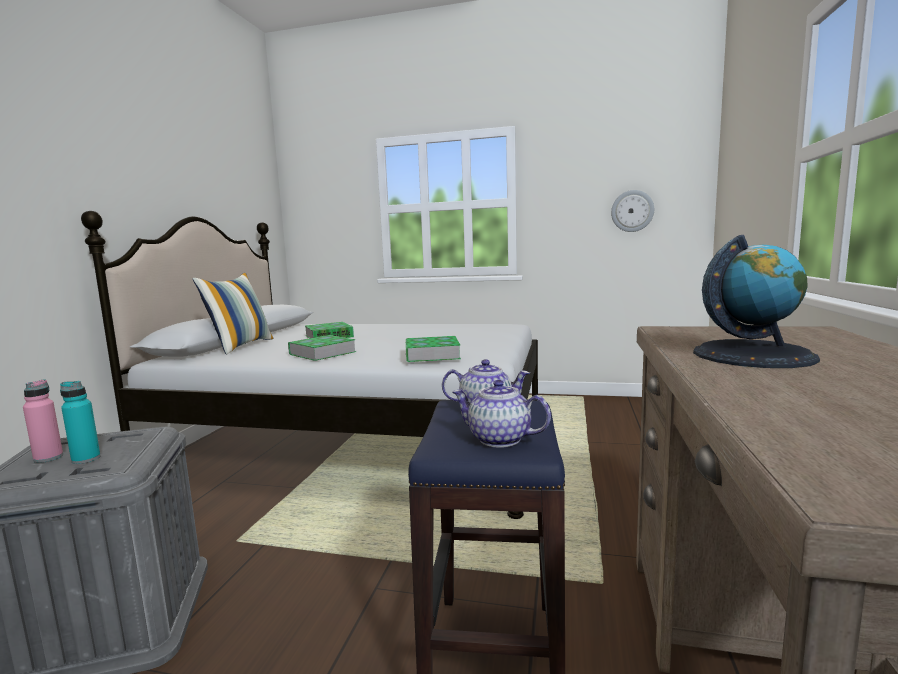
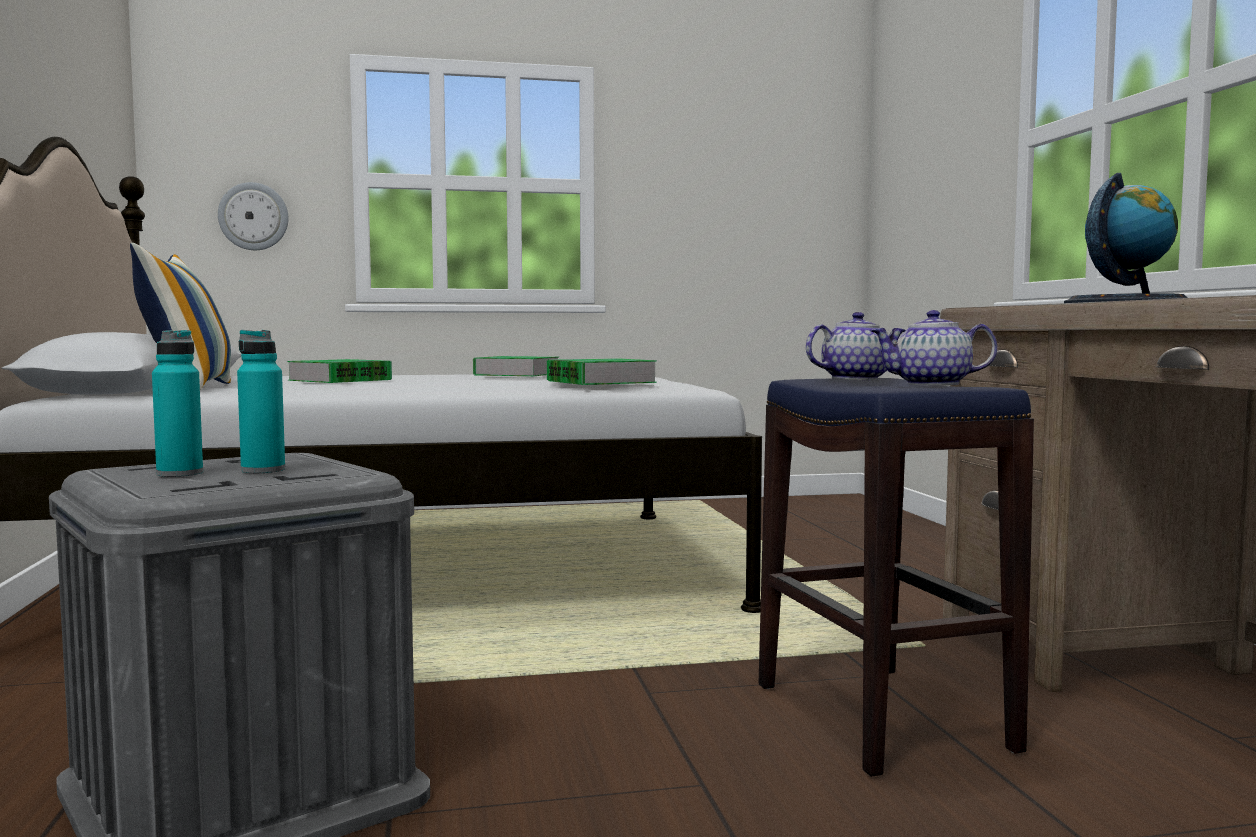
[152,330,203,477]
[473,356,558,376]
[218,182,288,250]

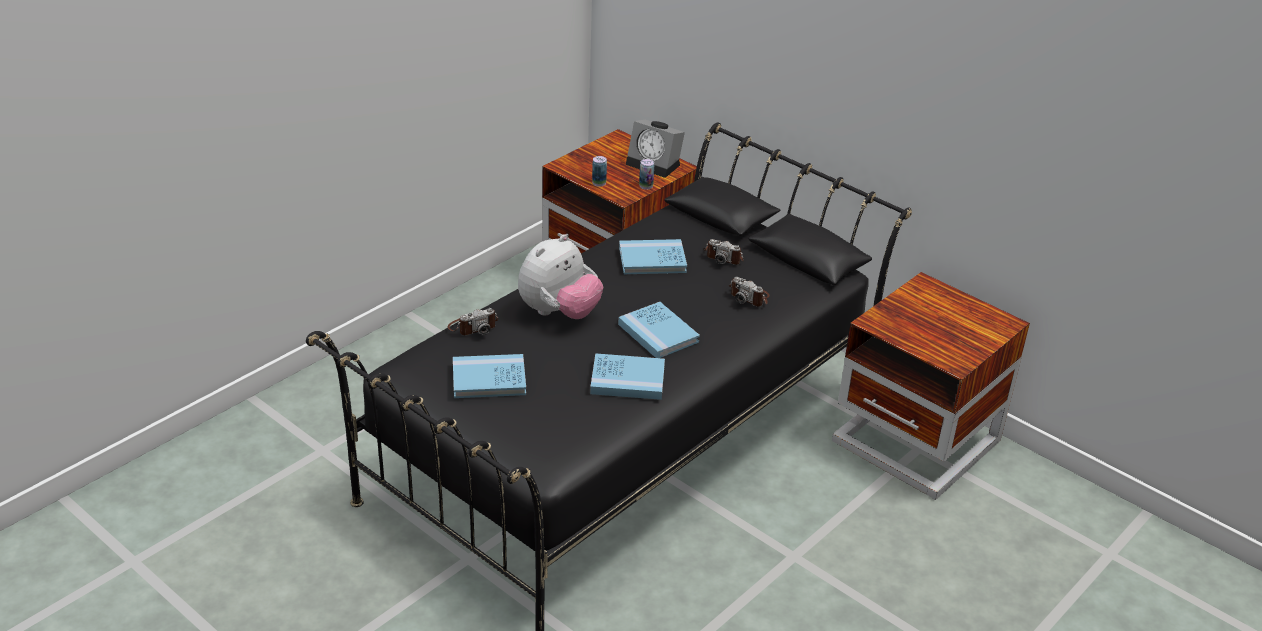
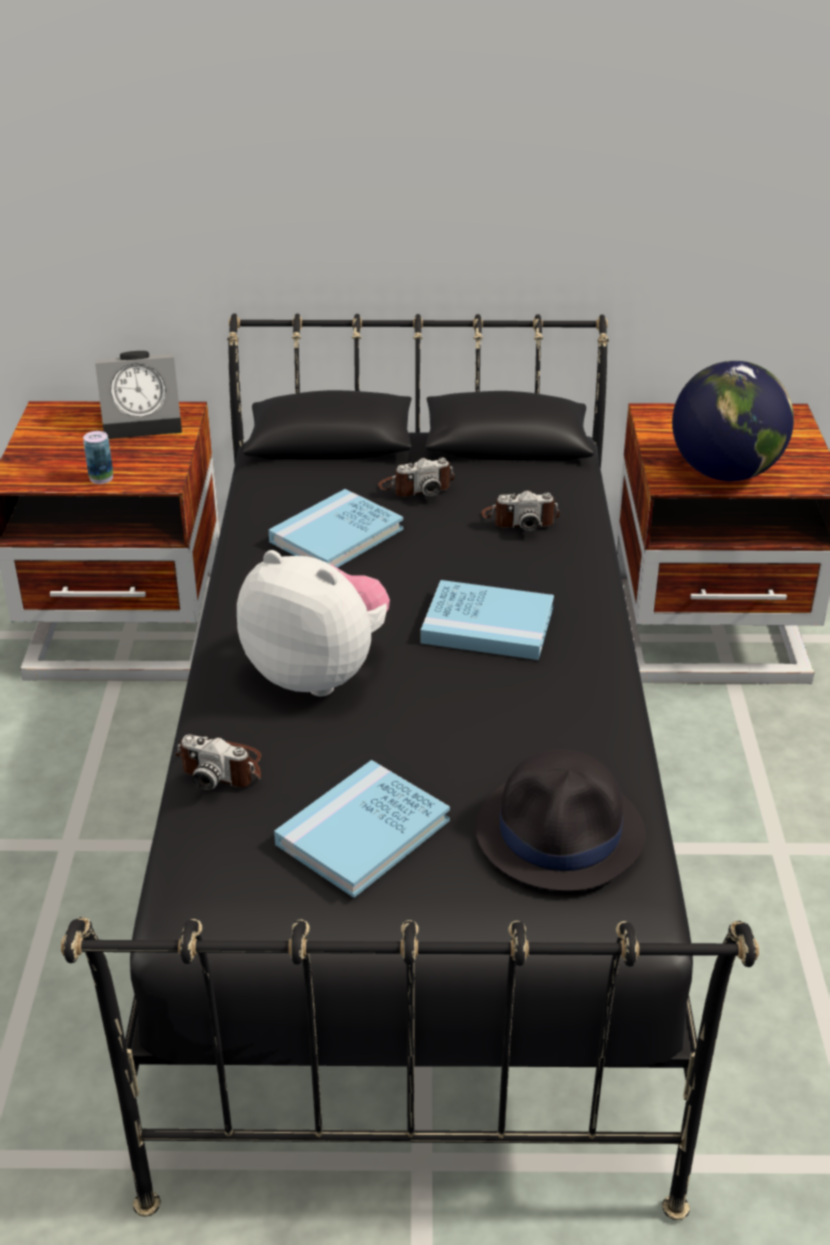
[175,734,261,791]
[237,550,390,696]
[590,353,665,400] (first image)
[639,159,654,190] (first image)
[475,749,646,891]
[672,361,794,481]

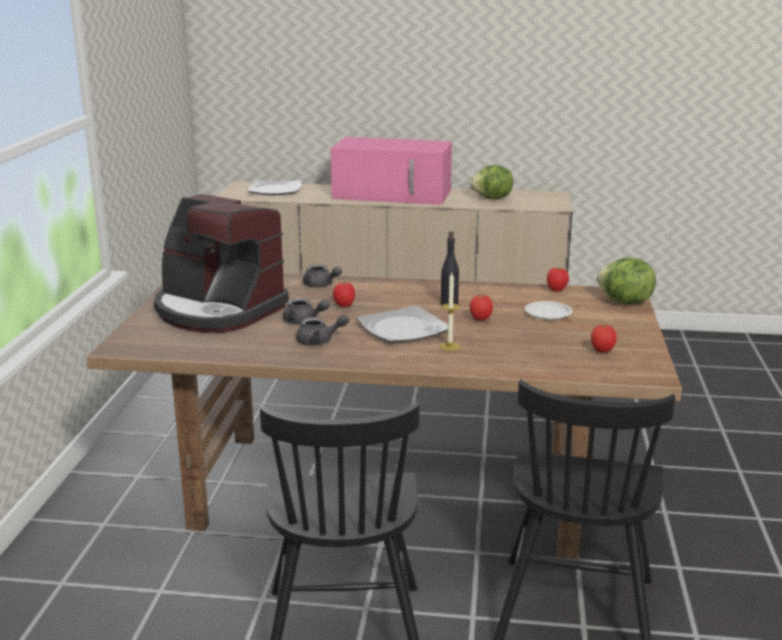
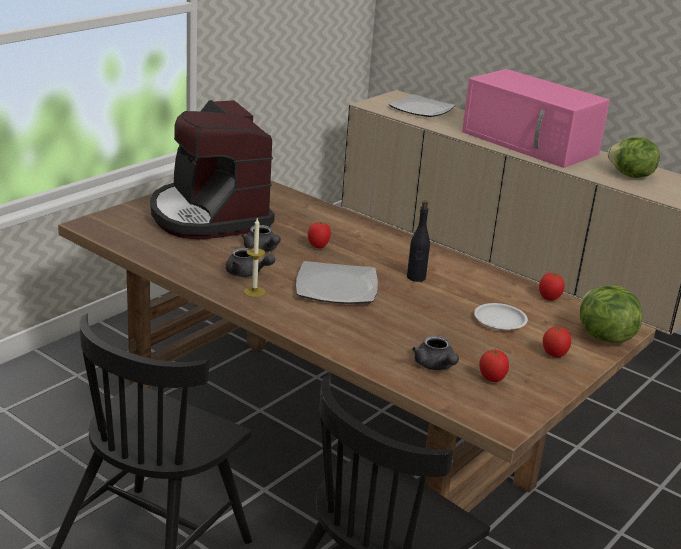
[412,335,459,370]
[244,218,265,297]
[543,327,571,358]

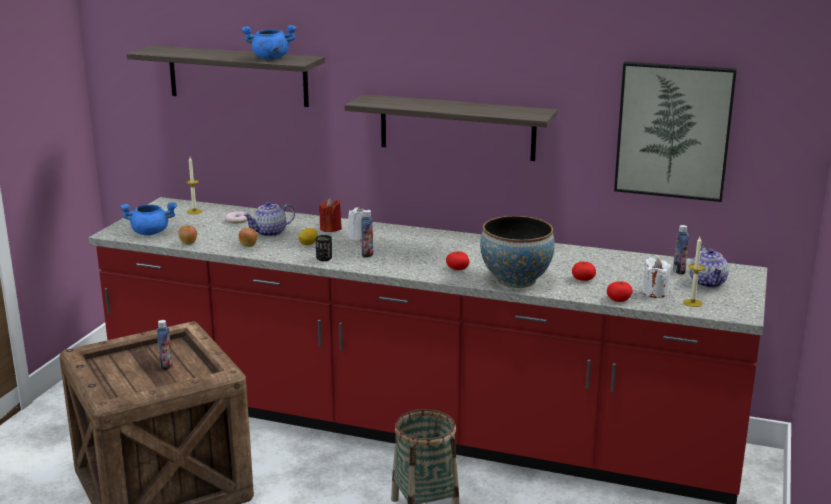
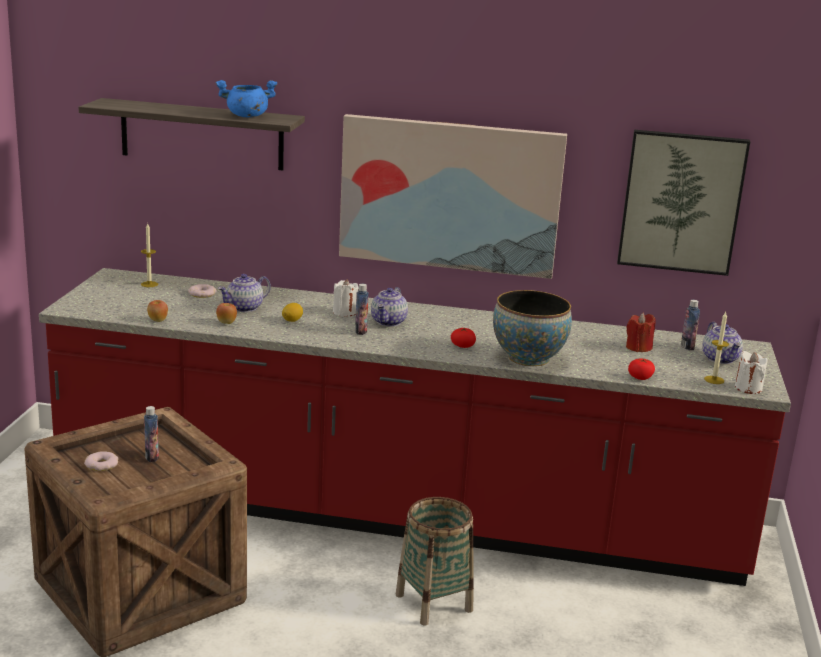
[120,202,177,235] (first image)
[316,235,332,261] (first image)
[626,313,655,352]
[339,114,567,279]
[572,262,596,281] (first image)
[735,351,767,394]
[84,451,118,471]
[371,287,408,326]

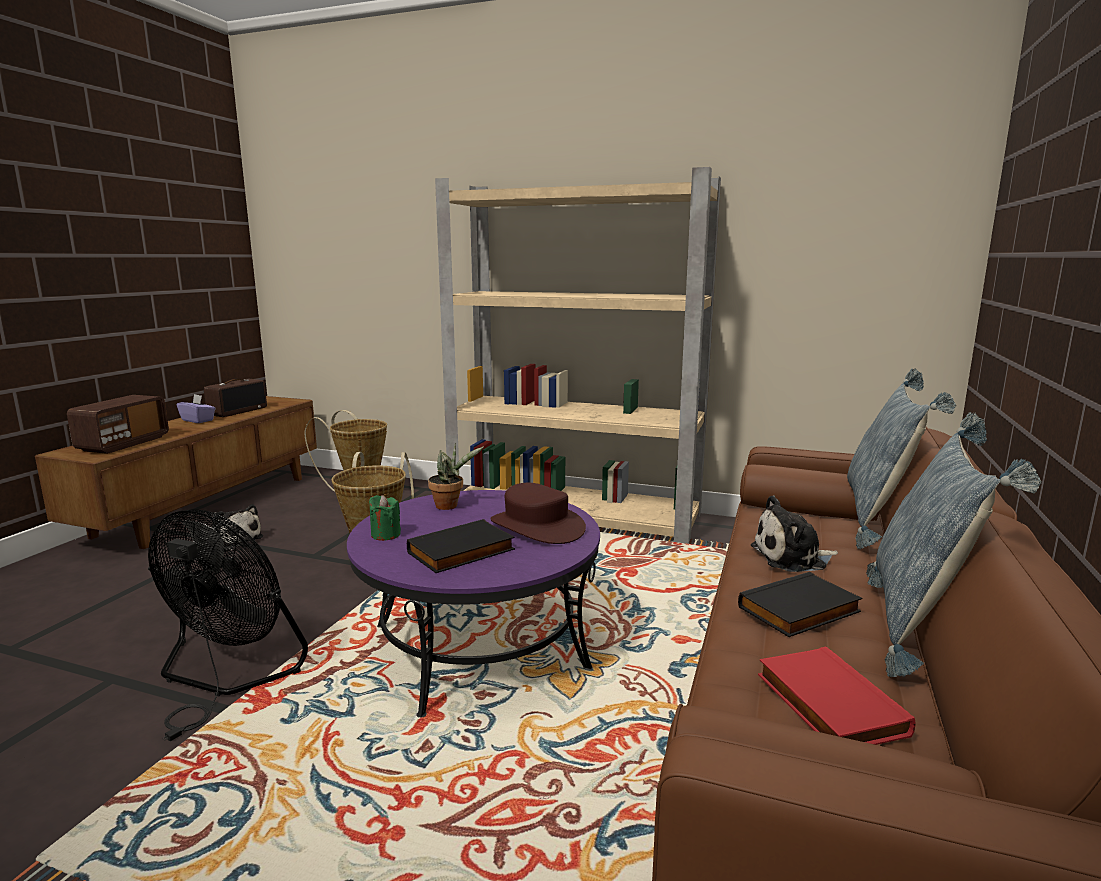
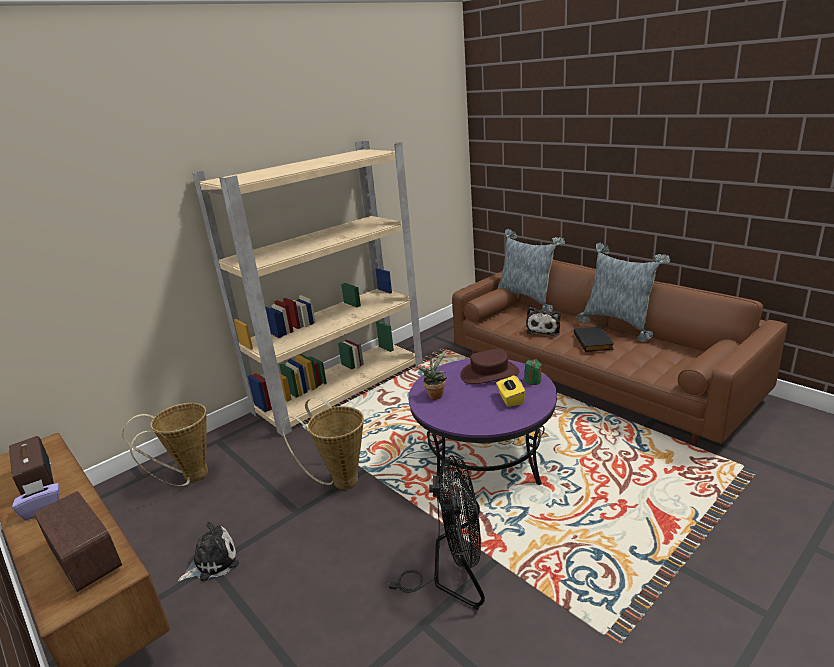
[387,455,485,611]
[525,359,542,385]
[496,375,525,407]
[758,646,916,745] (first image)

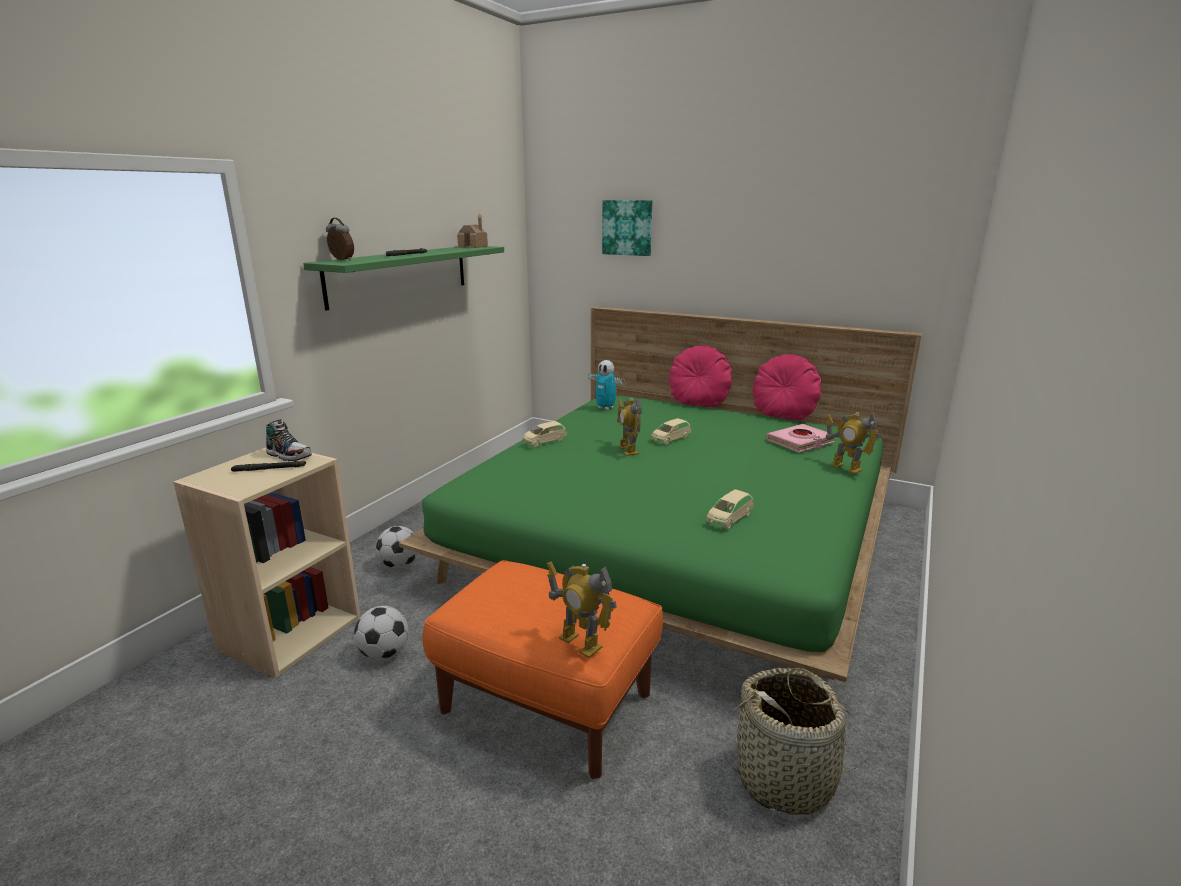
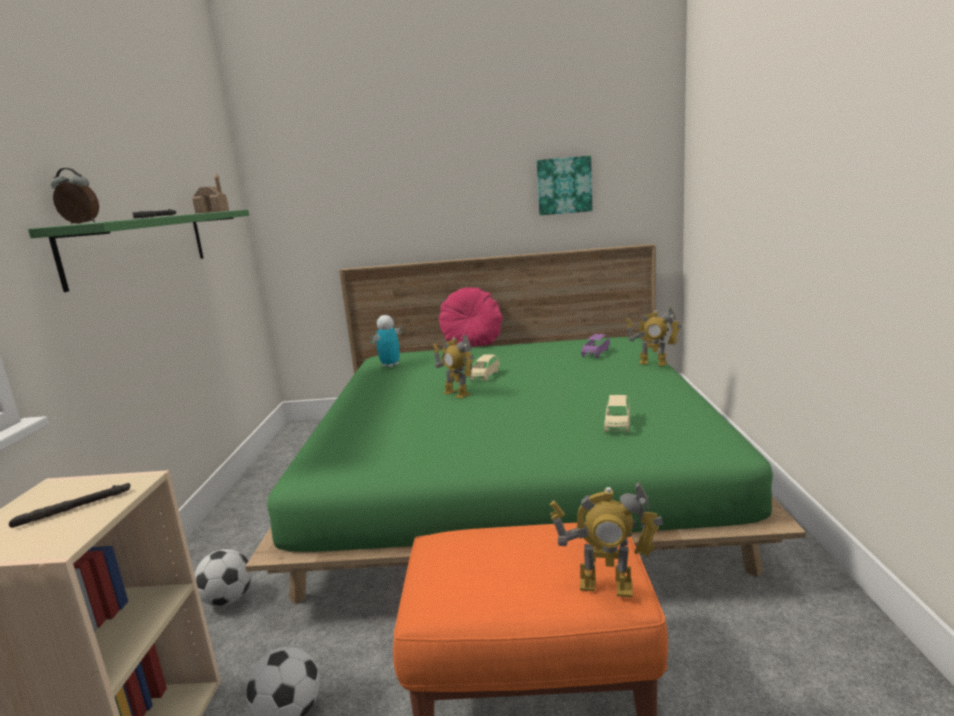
[266,419,312,461] (first image)
[523,421,567,447] (first image)
[370,315,402,368]
[537,156,593,215]
[724,668,871,815] (first image)
[753,354,821,420] (first image)
[581,334,610,358]

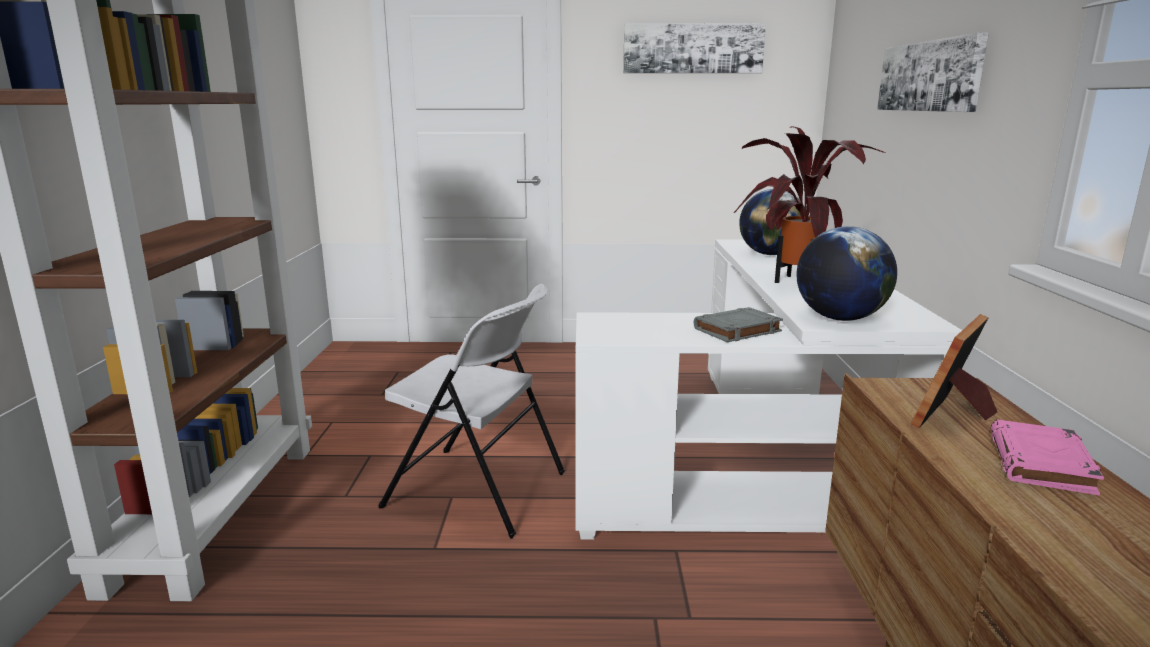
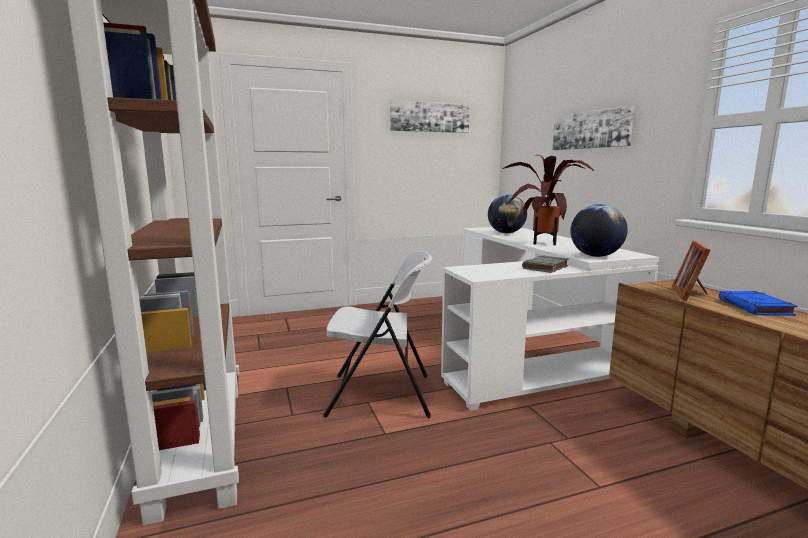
[719,291,798,316]

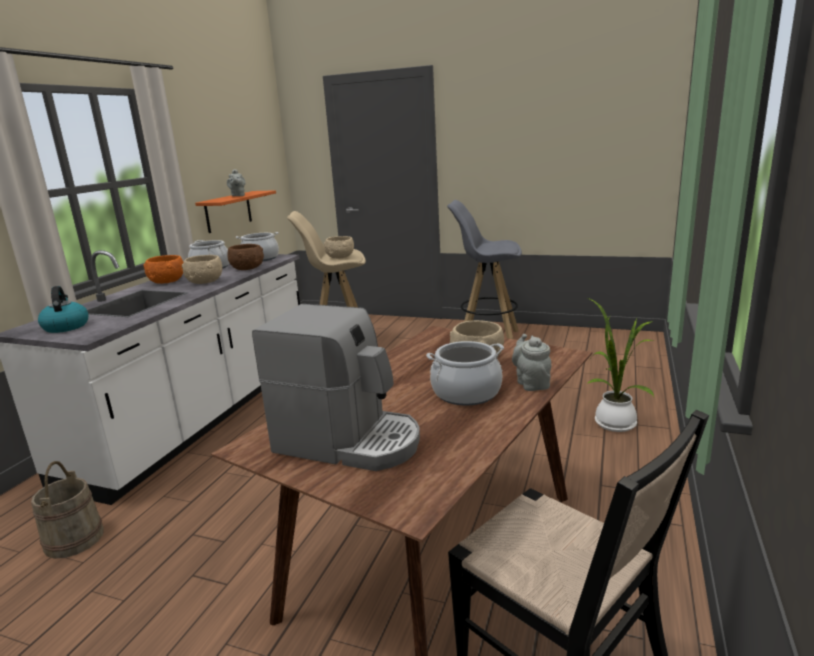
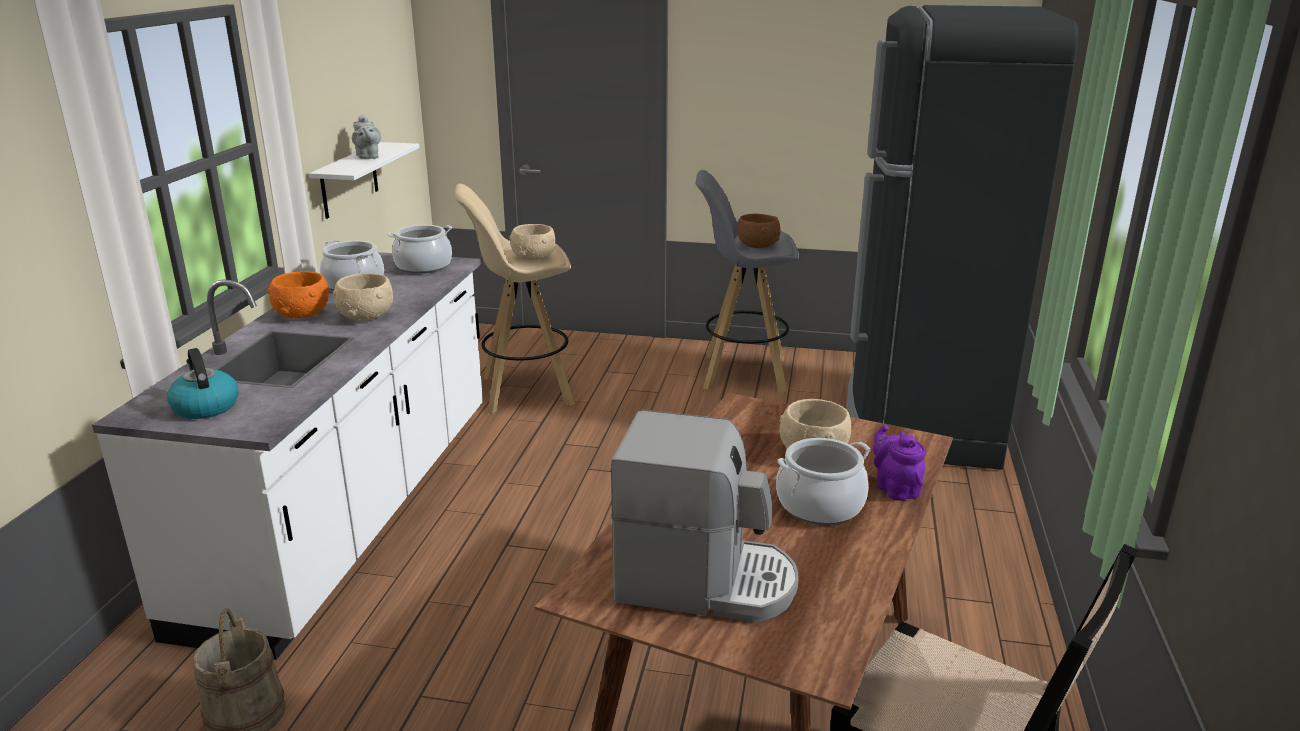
[309,142,419,219]
[737,214,781,248]
[873,425,926,501]
[588,298,654,432] (first image)
[846,5,1079,470]

